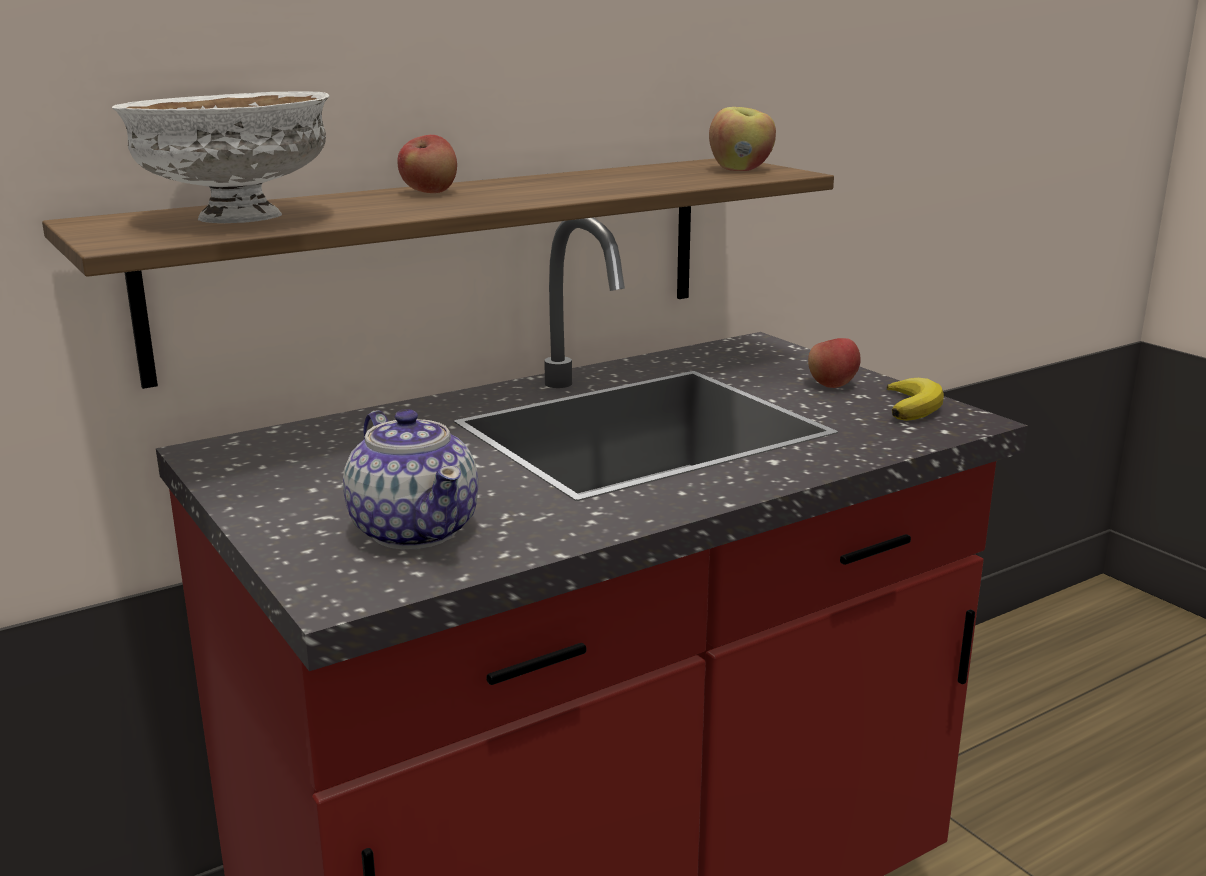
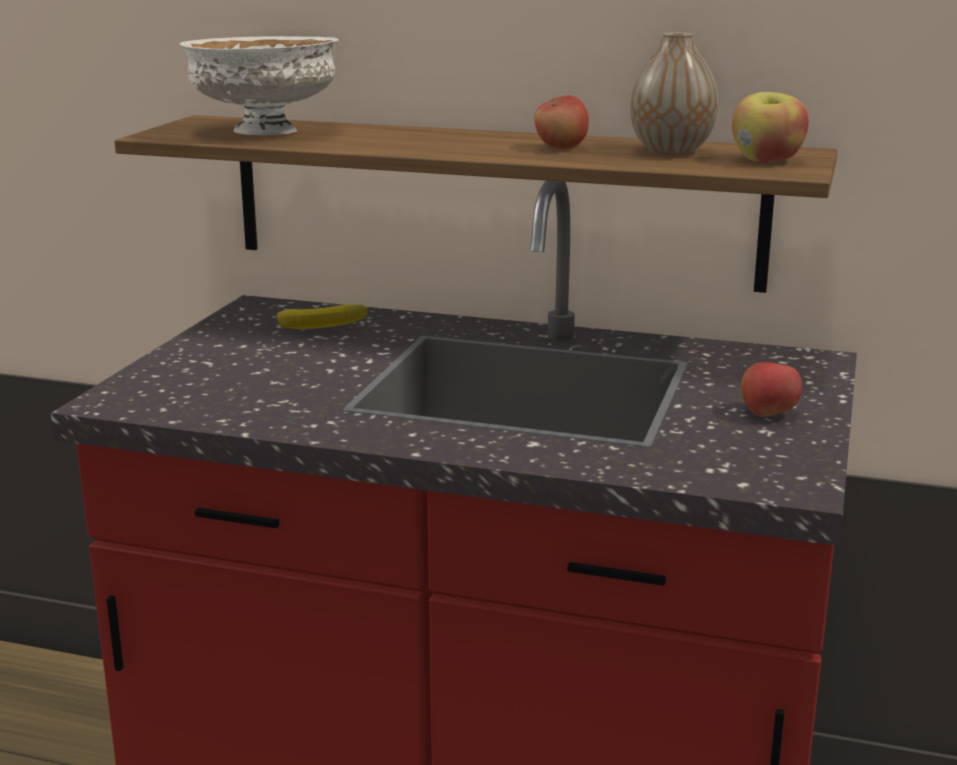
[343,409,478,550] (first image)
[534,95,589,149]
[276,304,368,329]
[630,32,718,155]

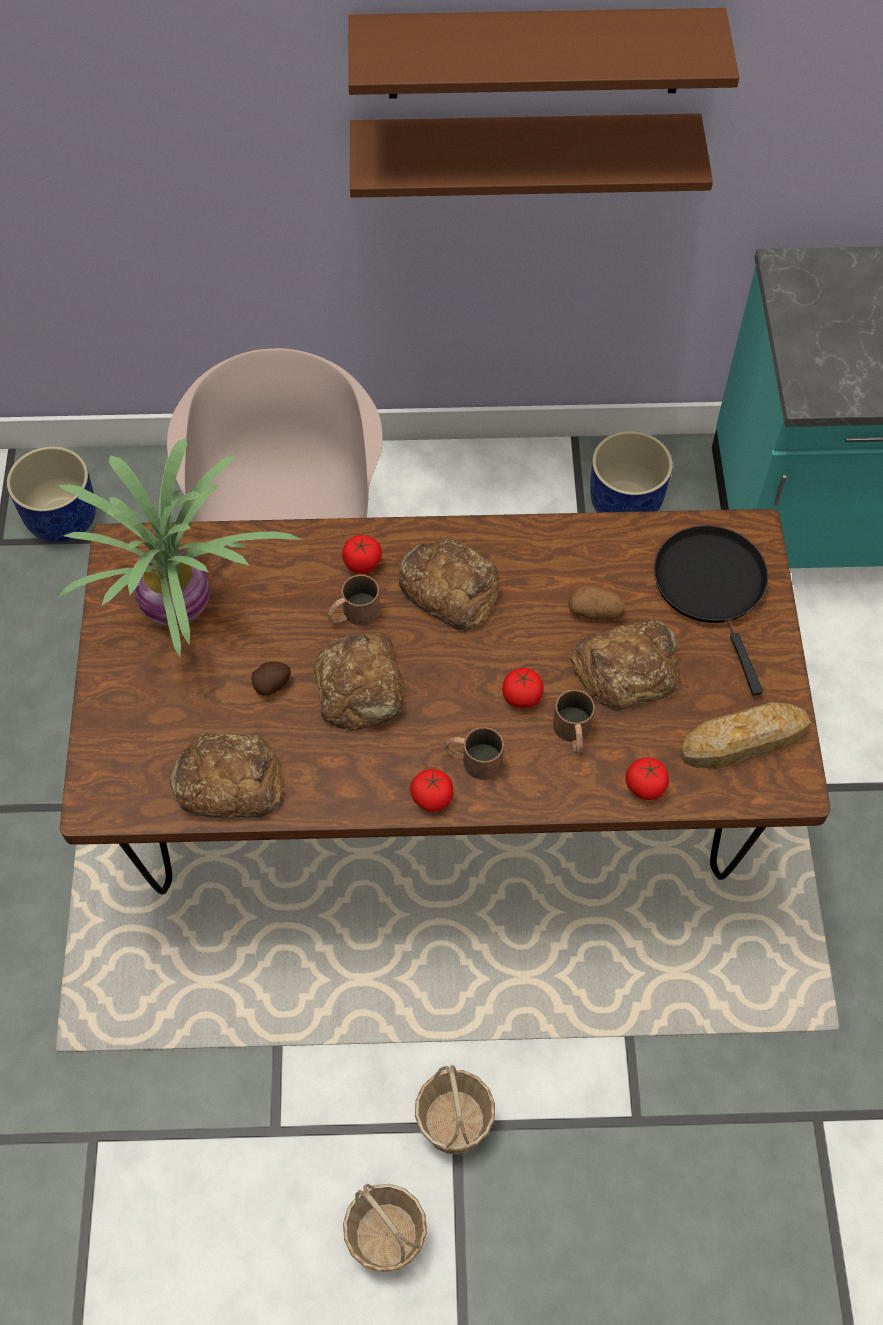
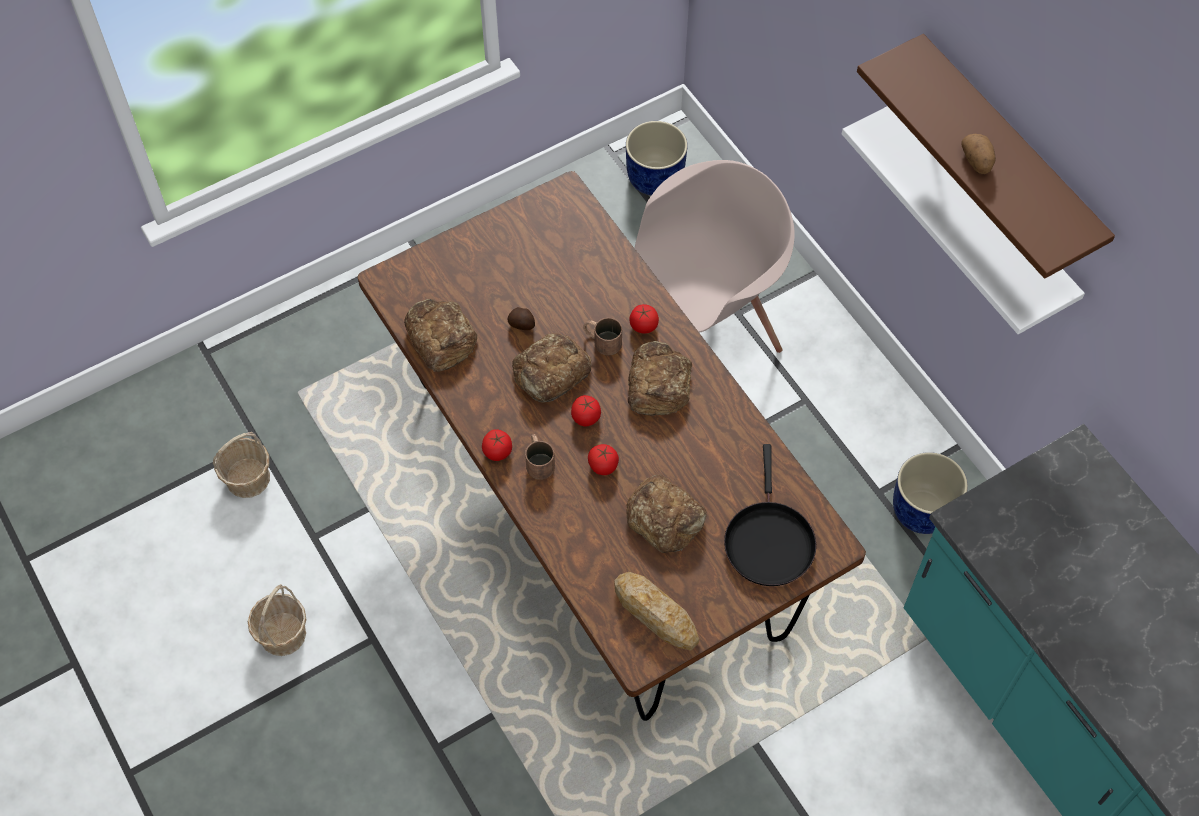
[57,438,302,657] (first image)
[842,106,1085,334]
[213,432,270,498]
[553,690,595,754] (first image)
[961,134,996,174]
[571,395,601,427]
[724,444,816,586]

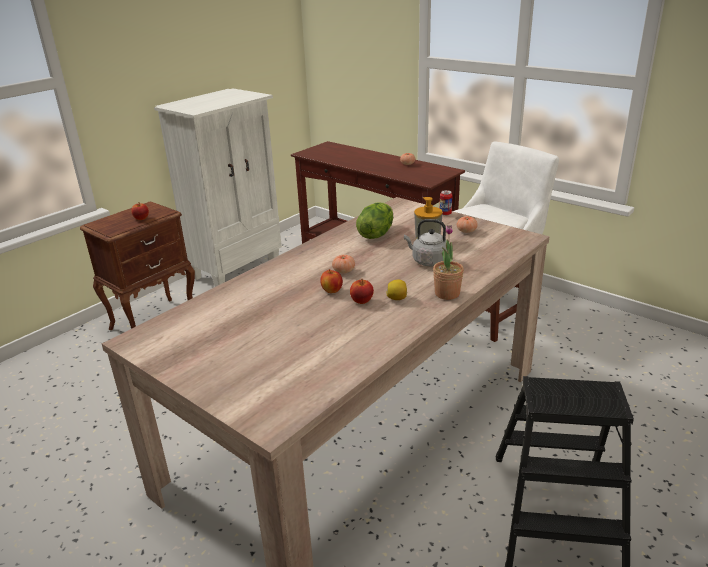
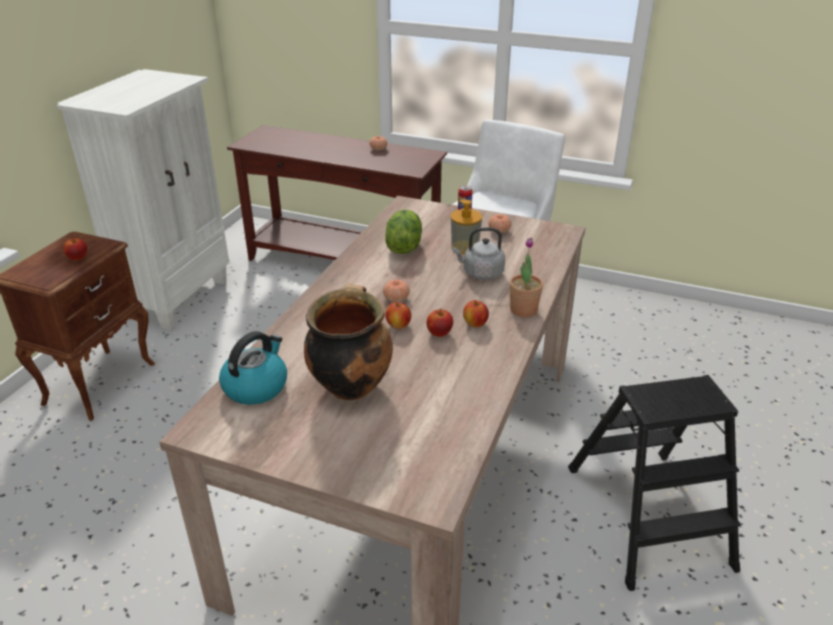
[463,300,489,327]
[219,331,287,405]
[304,284,393,401]

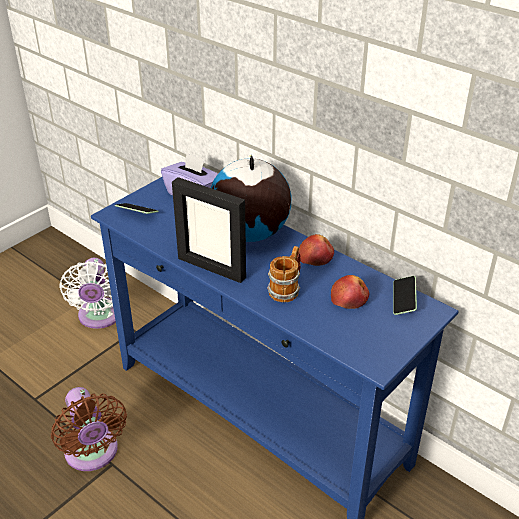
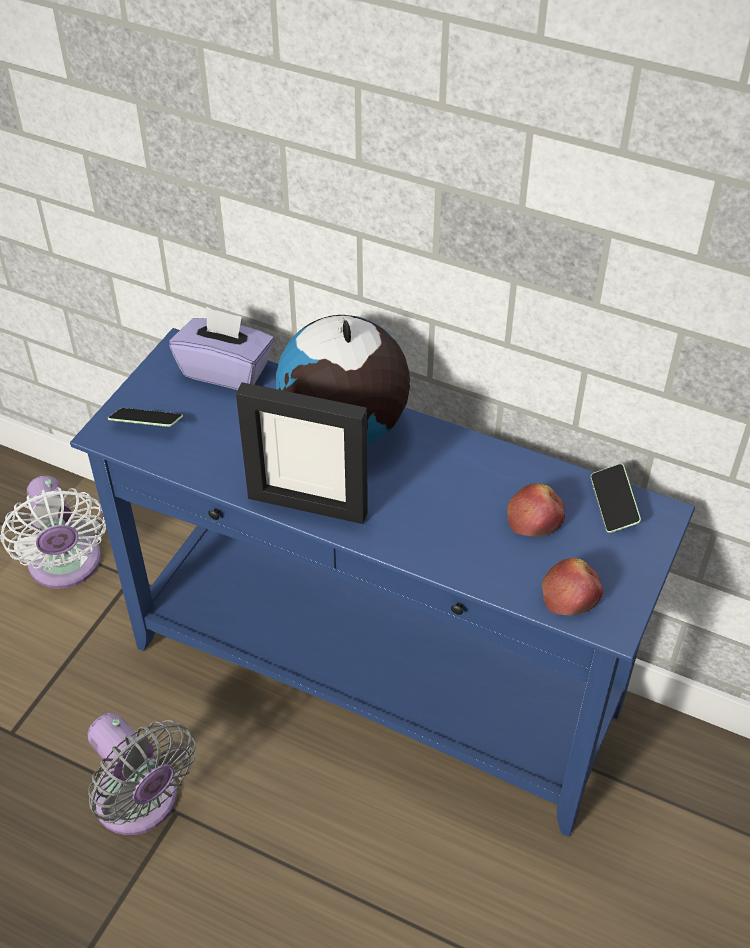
[88,713,196,835]
[267,246,301,302] (first image)
[542,558,603,615]

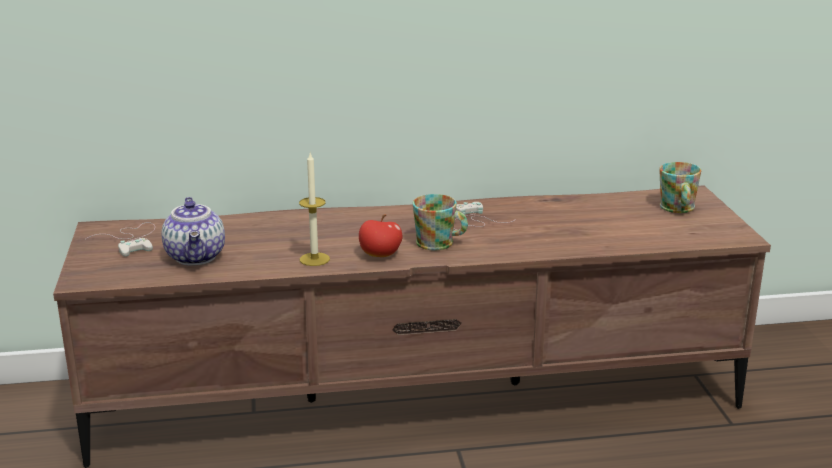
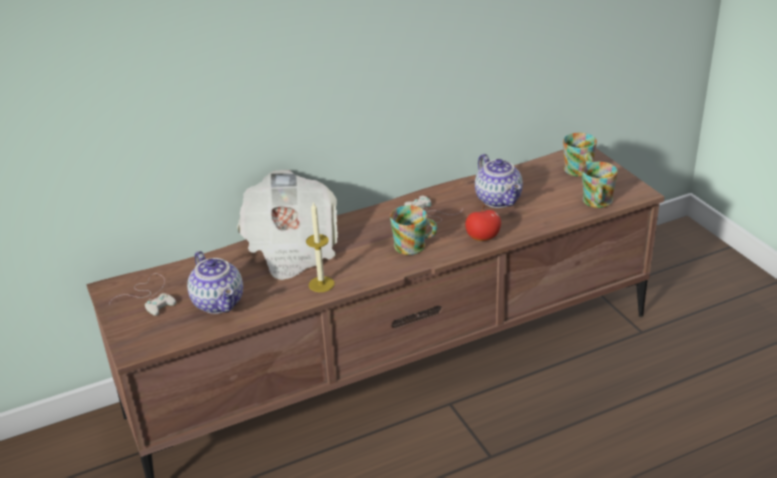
[465,205,501,241]
[237,170,338,280]
[475,154,523,208]
[582,162,618,208]

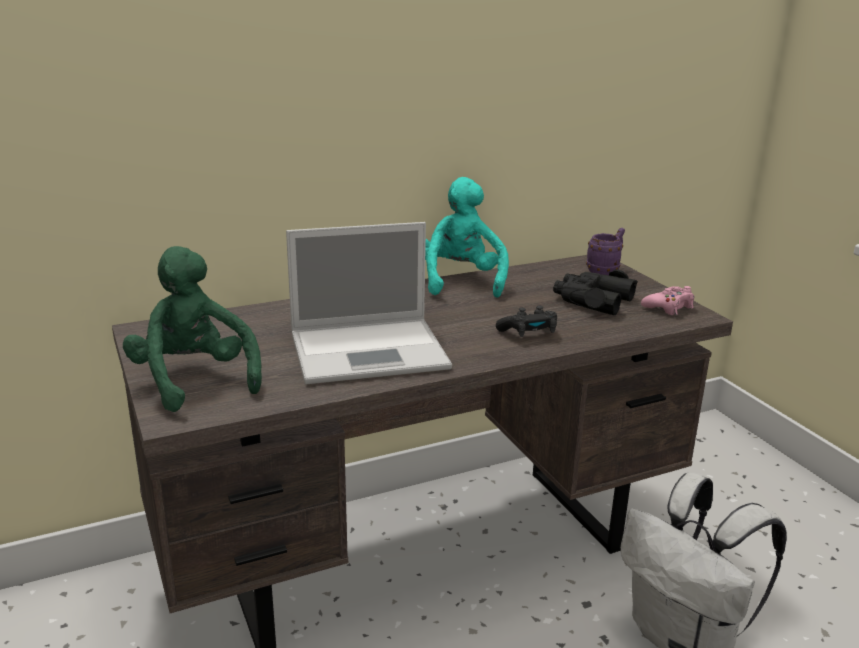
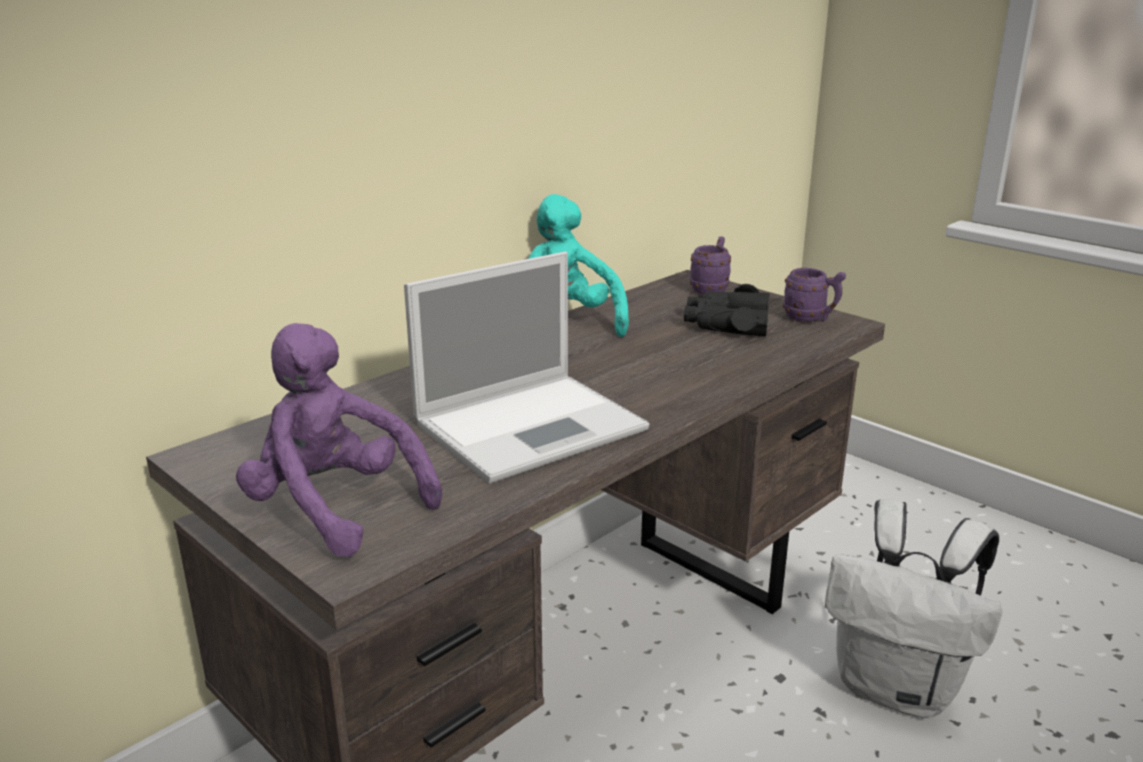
[236,323,442,557]
[496,305,557,337] (first image)
[783,268,846,322]

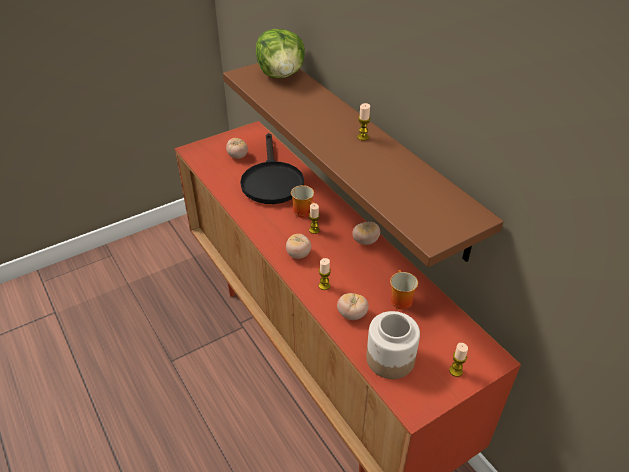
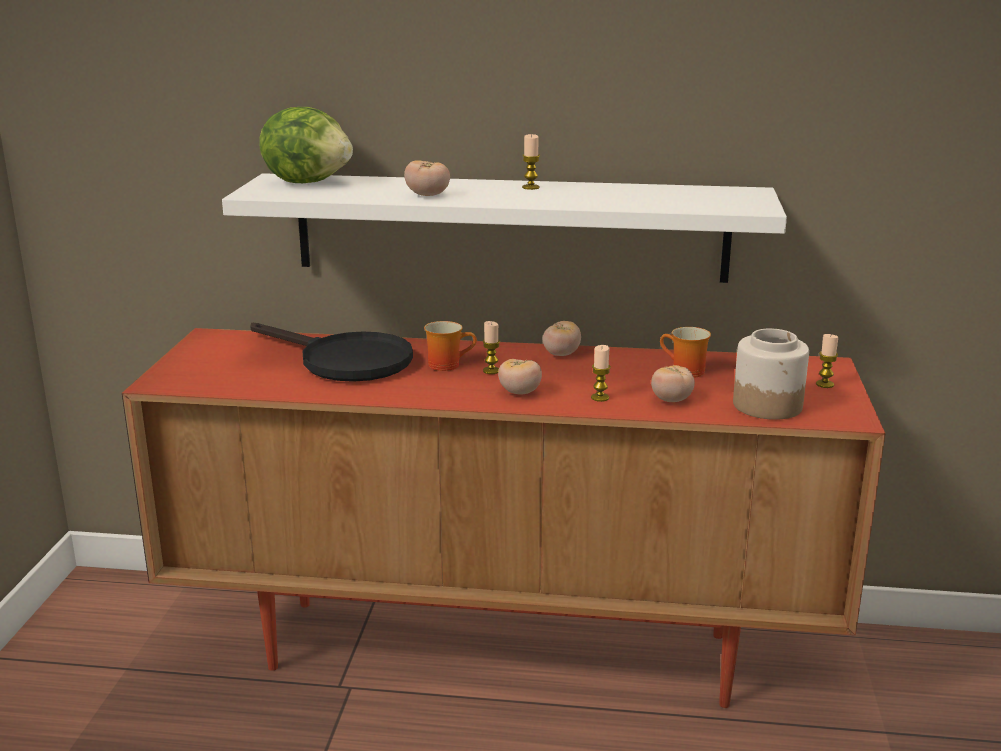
[222,173,787,283]
[404,160,450,196]

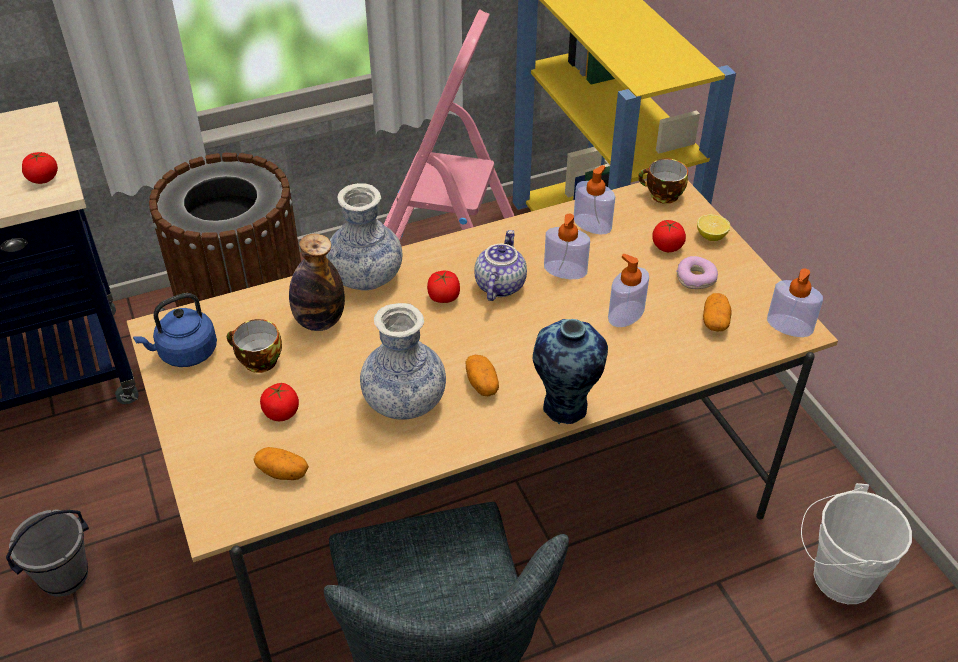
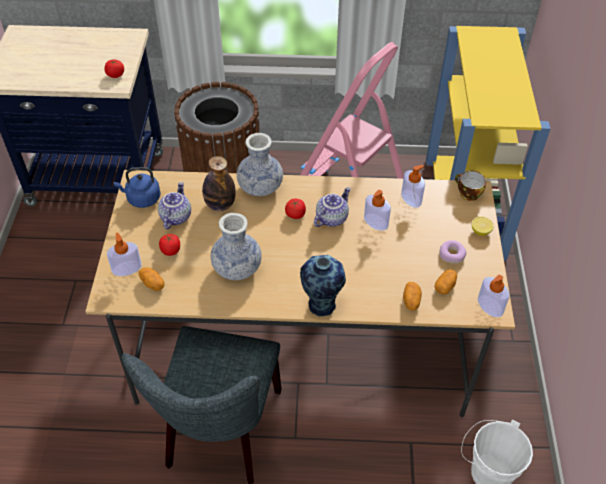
[6,510,89,597] (first image)
[158,182,191,229]
[403,282,422,310]
[107,233,142,276]
[652,220,686,252] (first image)

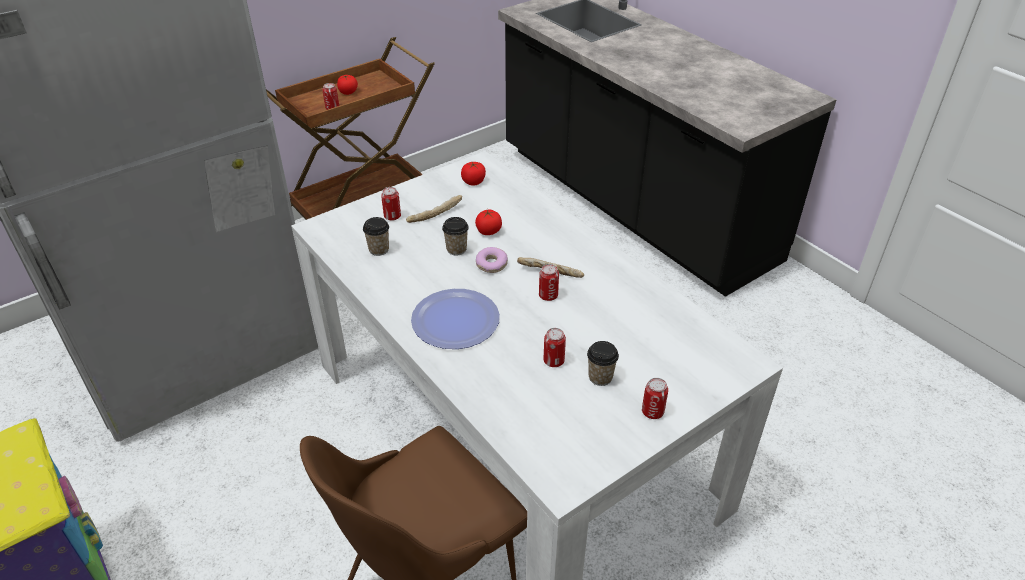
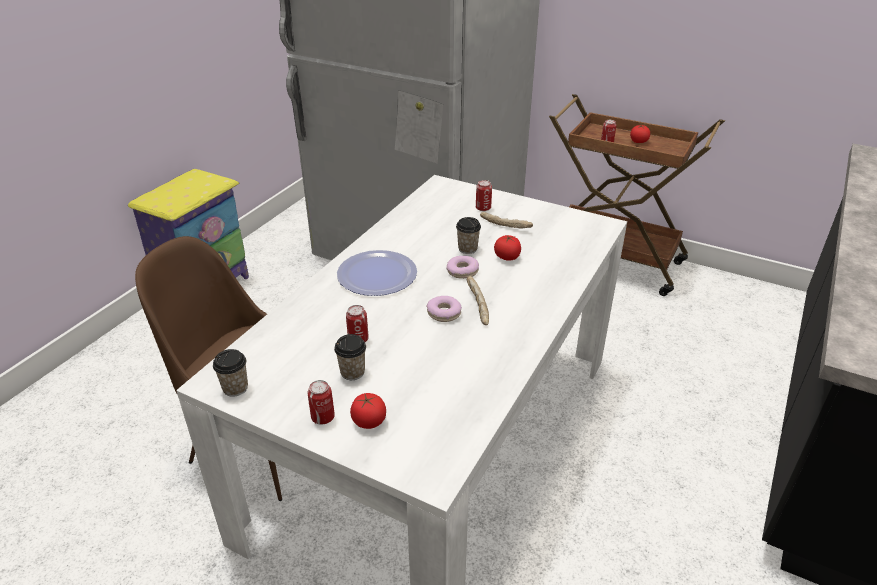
[213,349,248,397]
[350,393,386,429]
[427,296,462,322]

